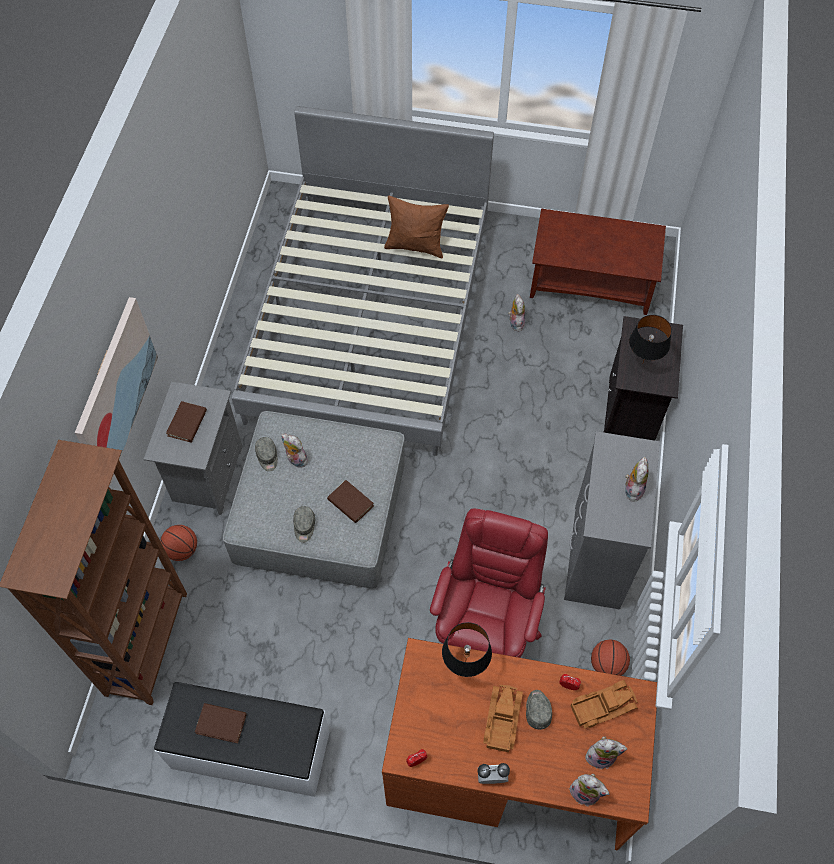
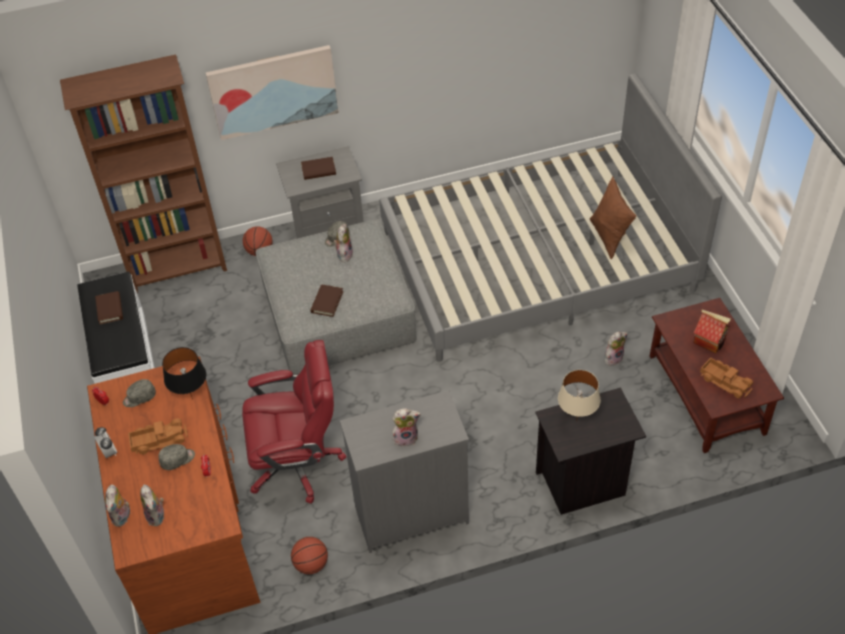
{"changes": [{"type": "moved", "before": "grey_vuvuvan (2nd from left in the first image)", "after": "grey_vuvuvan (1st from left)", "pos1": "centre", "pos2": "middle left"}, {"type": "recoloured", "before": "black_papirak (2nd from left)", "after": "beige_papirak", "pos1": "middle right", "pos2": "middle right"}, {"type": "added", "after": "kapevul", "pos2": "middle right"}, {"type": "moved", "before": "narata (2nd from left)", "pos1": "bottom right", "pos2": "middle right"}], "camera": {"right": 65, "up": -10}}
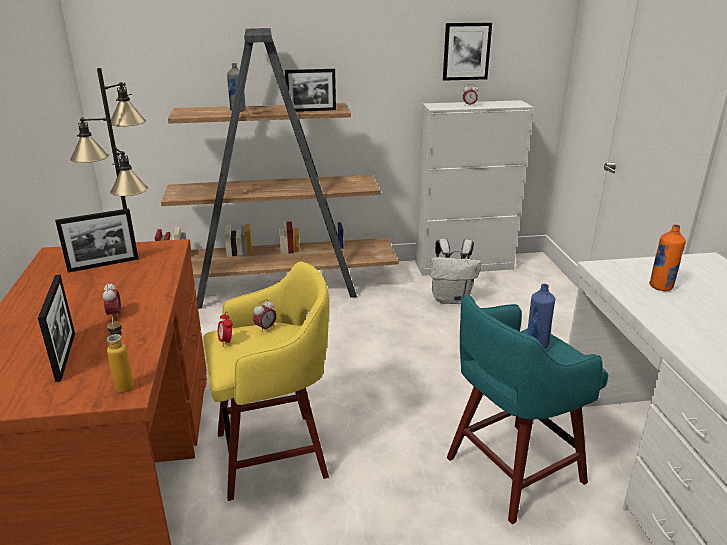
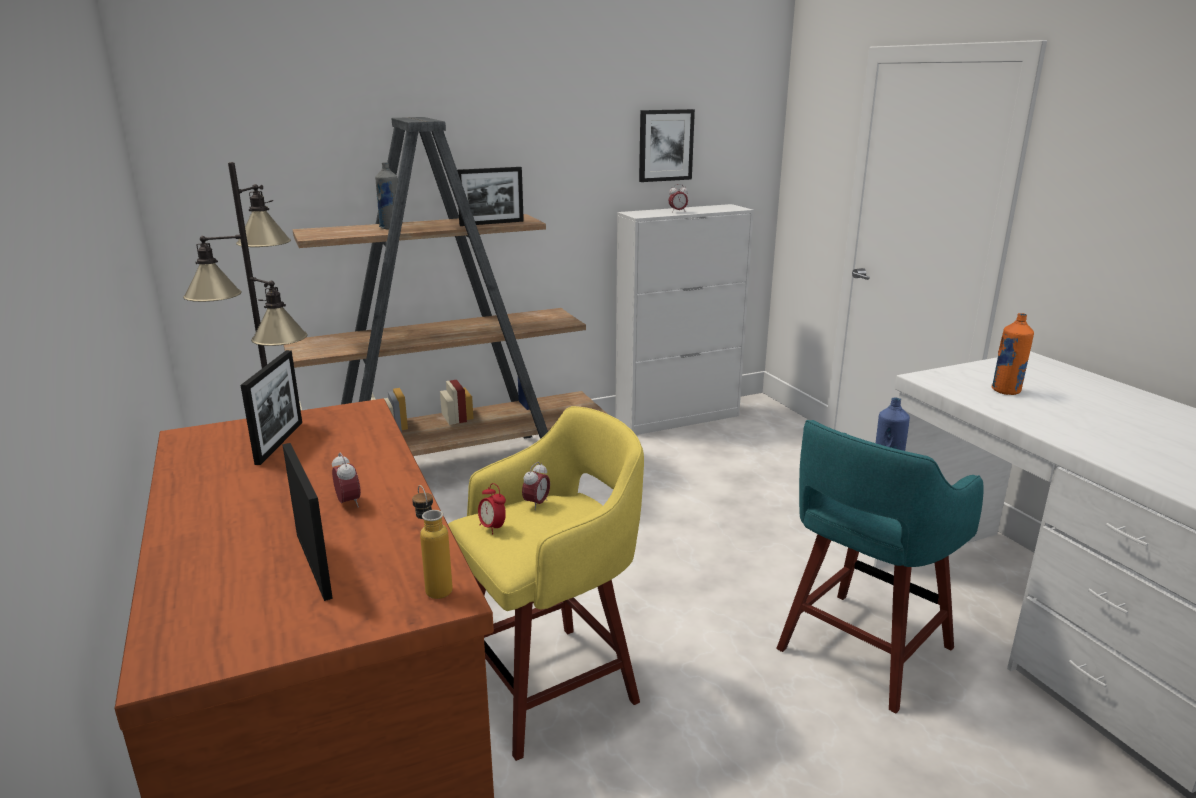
{"changes": [{"type": "turned", "before": "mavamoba (2nd from left in the first image)", "pos1": "middle left", "pos2": "middle left", "turn": -45}, {"type": "removed", "before": "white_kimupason", "pos1": "centre"}], "camera": {"right": -15, "up": -5}}
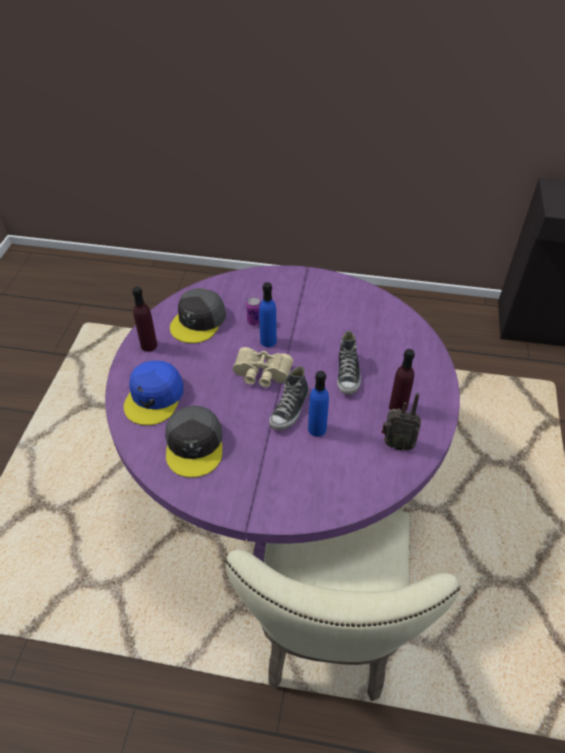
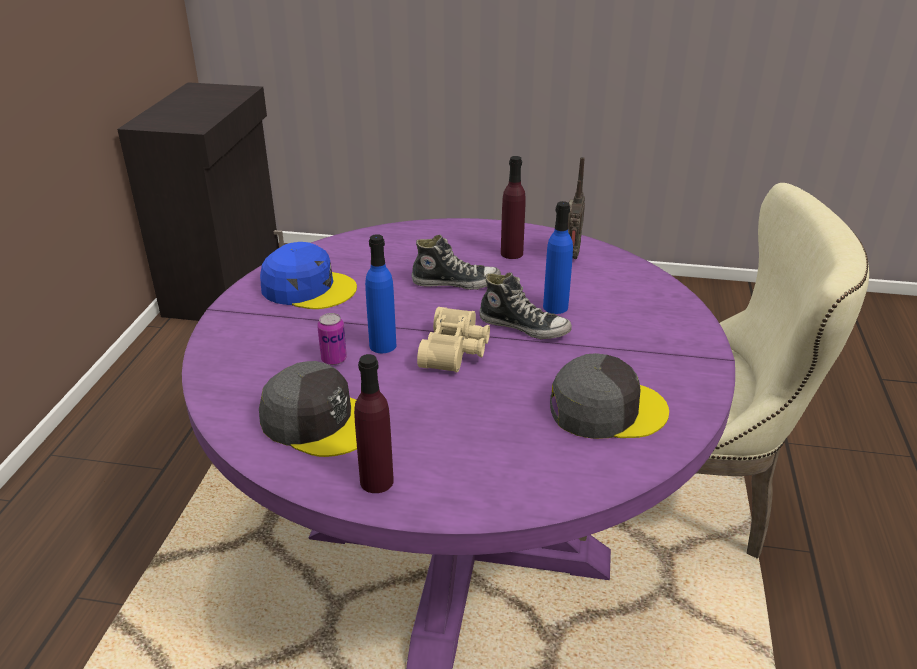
{"changes": [{"type": "moved", "before": "blue_vuvuvan", "pos1": "middle left", "pos2": "centre"}], "camera": {"right": -90, "up": -15}}
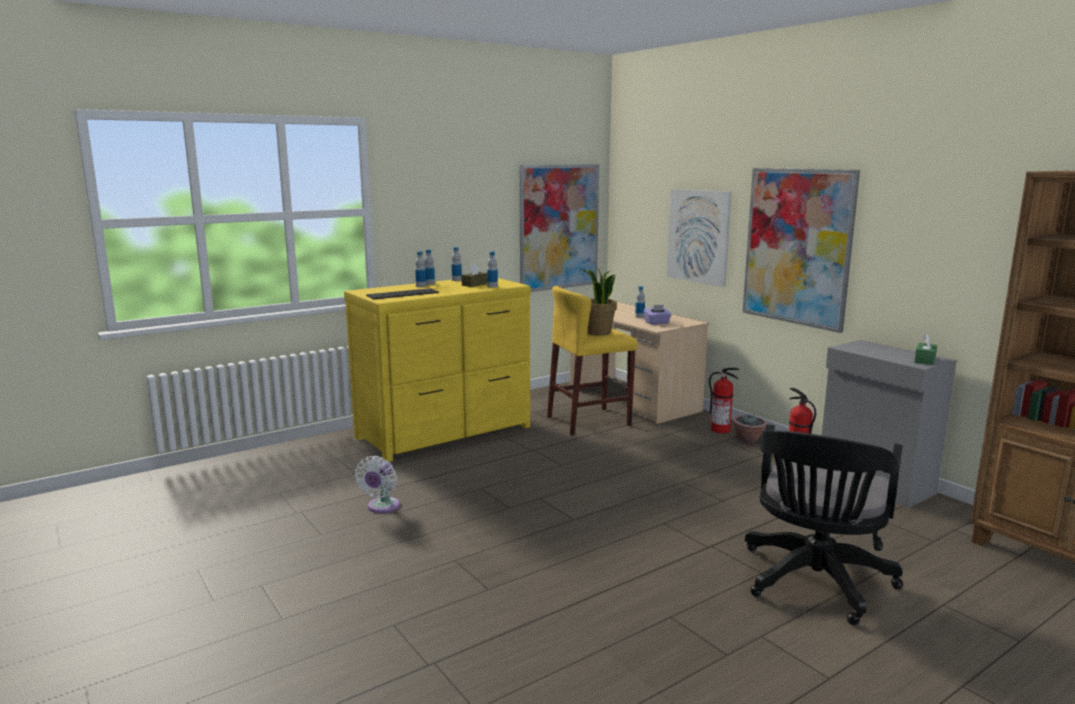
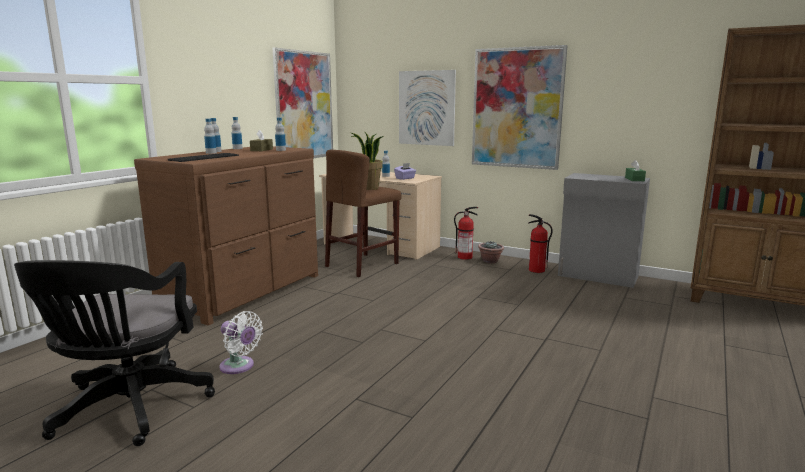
{"changes": [{"type": "moved", "before": "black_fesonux", "pos1": "bottom right", "pos2": "bottom left"}, {"type": "recoloured", "before": "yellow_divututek", "after": "brown_divututek", "pos1": "centre", "pos2": "middle left"}, {"type": "turned", "before": "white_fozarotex", "pos1": "bottom centre", "pos2": "bottom left", "turn": -45}, {"type": "recoloured", "before": "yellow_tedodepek", "after": "brown_tedodepek", "pos1": "centre", "pos2": "centre"}], "camera": {"right": -25, "up": 0}}
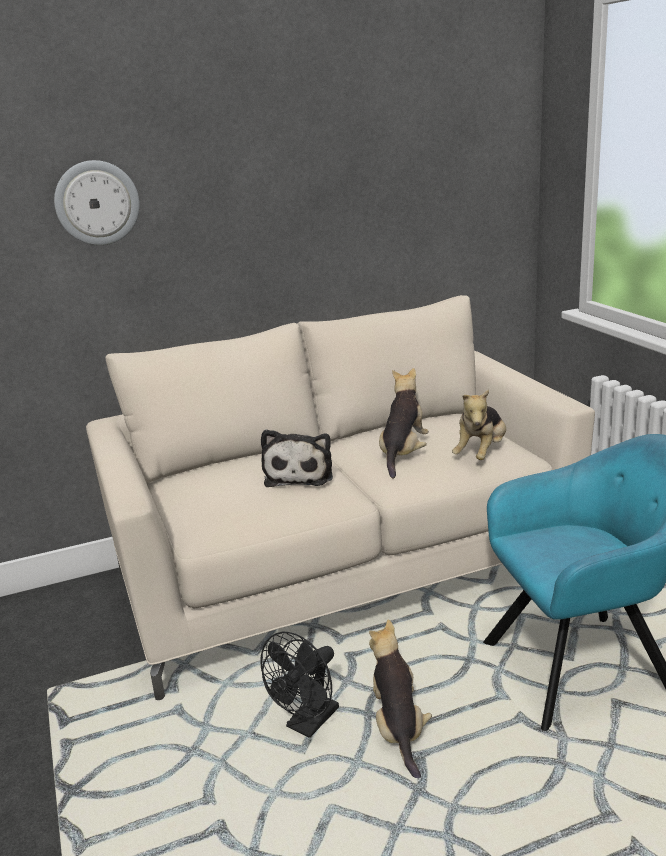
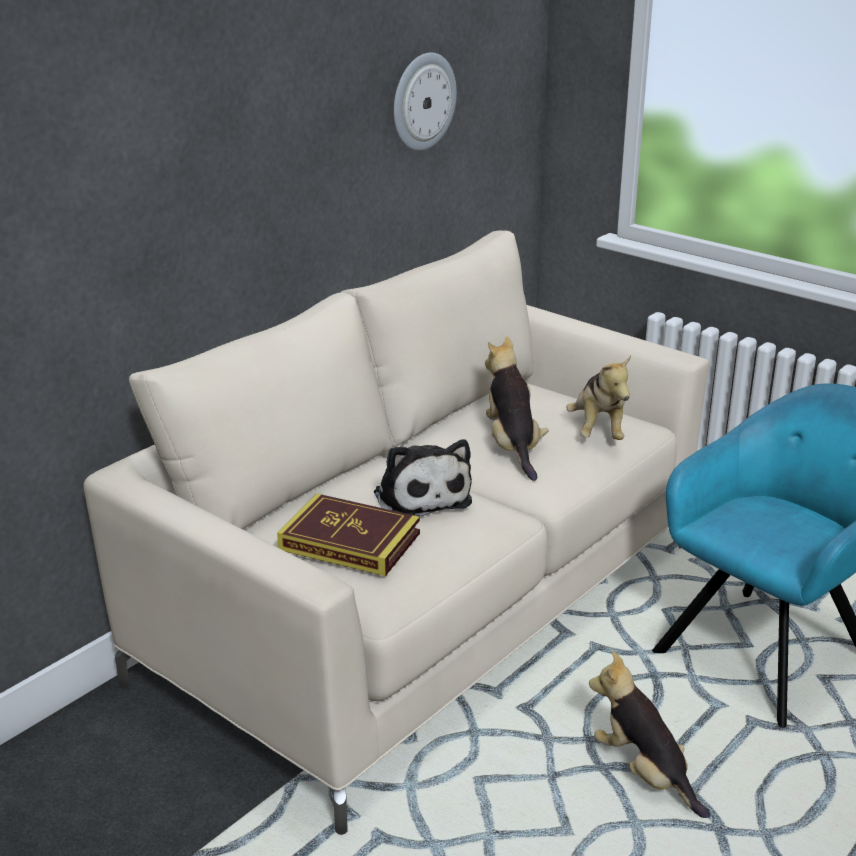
{"changes": [{"type": "added", "after": "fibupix", "pos2": "centre"}, {"type": "moved", "before": "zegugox", "pos1": "top left", "pos2": "top centre"}, {"type": "removed", "before": "black_fozarotex", "pos1": "bottom centre"}], "camera": {"right": -30, "up": 5}}
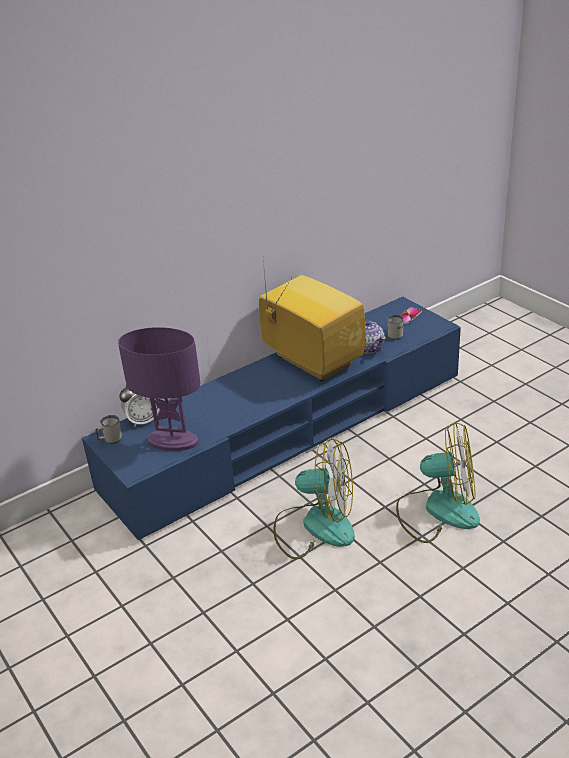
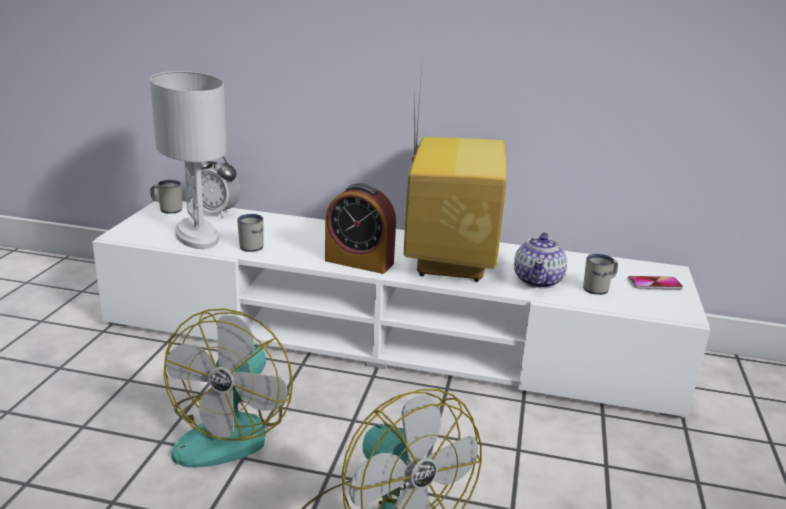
{"changes": [{"type": "recoloured", "before": "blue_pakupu", "after": "white_pakupu", "pos1": "centre", "pos2": "centre"}, {"type": "recoloured", "before": "purple_papirak", "after": "white_papirak", "pos1": "middle left", "pos2": "top left"}, {"type": "turned", "before": "fozarotex (1st from left)", "pos1": "centre", "pos2": "bottom left", "turn": 45}, {"type": "added", "after": "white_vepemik (2nd from left)", "pos2": "middle left"}, {"type": "added", "after": "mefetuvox (2nd from left)", "pos2": "centre"}], "camera": {"right": 45, "up": -10}}
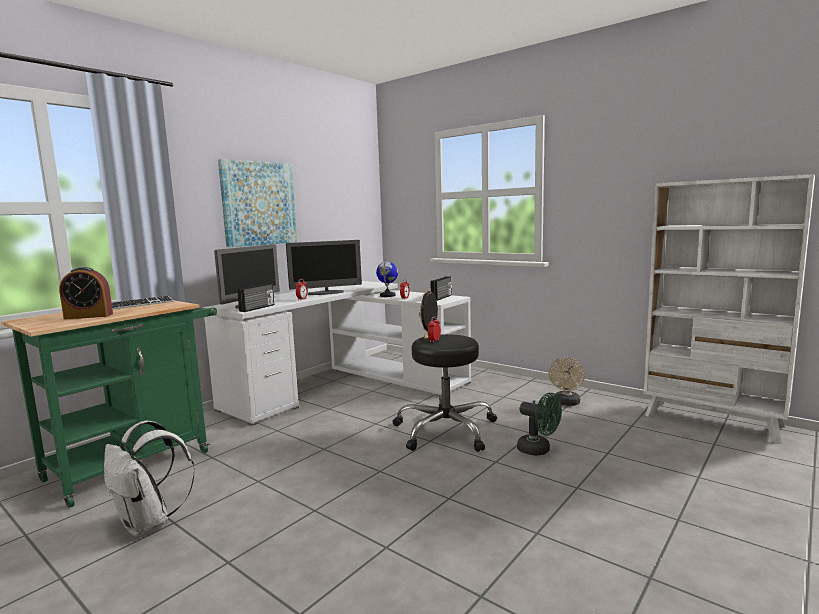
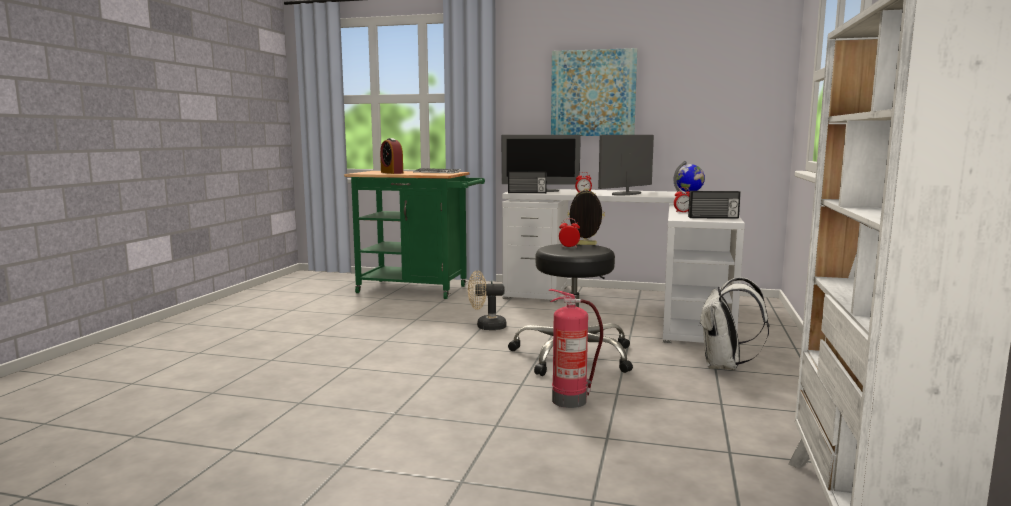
{"changes": [{"type": "moved", "before": "beige_fozarotex", "pos1": "middle right", "pos2": "centre"}, {"type": "replaced", "before": "green_fozarotex", "after": "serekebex", "pos1": "bottom centre", "pos2": "bottom centre"}, {"type": "turned", "before": "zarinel (2nd from left)", "pos1": "centre", "pos2": "top centre", "turn": 90}, {"type": "moved", "before": "white_kimupason", "pos1": "bottom left", "pos2": "middle right"}], "camera": {"right": 65, "up": 0}}
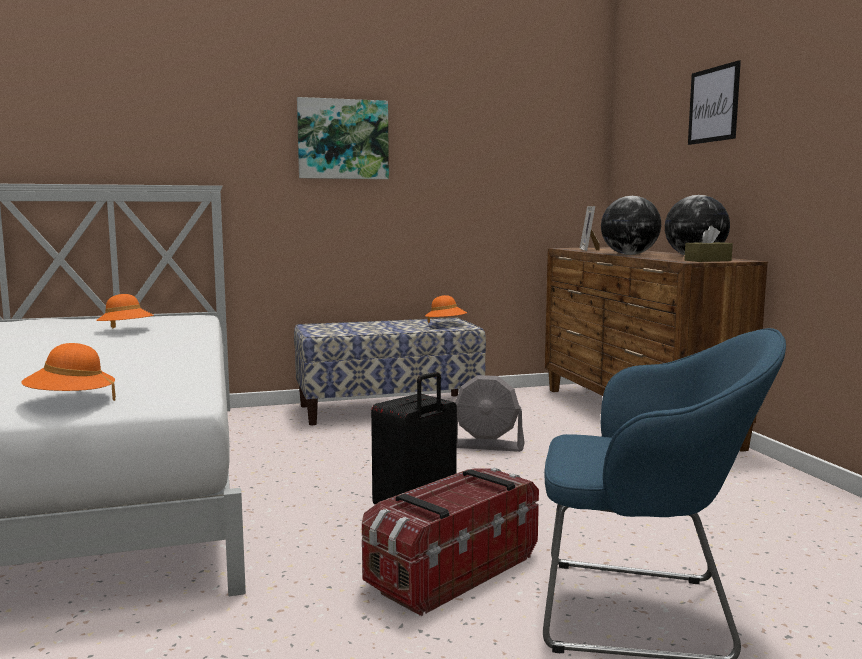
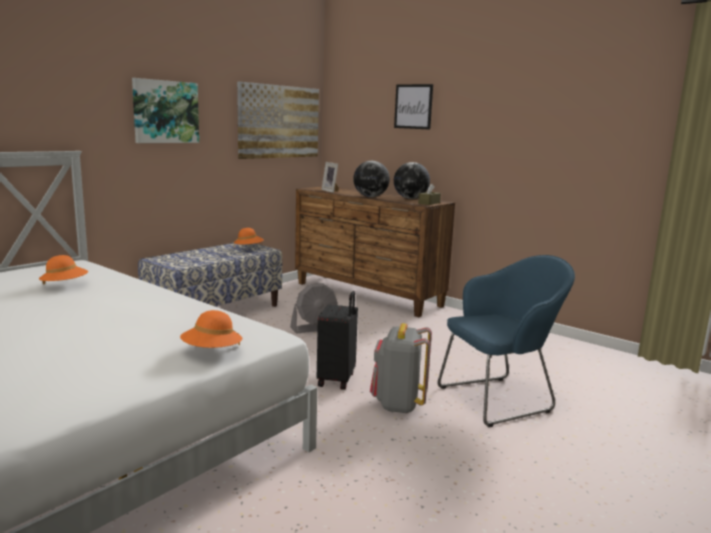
{"changes": [{"type": "added", "after": "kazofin (2nd from left)", "pos2": "top centre"}, {"type": "replaced", "before": "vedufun", "after": "grey_kimupason", "pos1": "bottom centre", "pos2": "bottom centre"}], "camera": {"right": -35, "up": 5}}
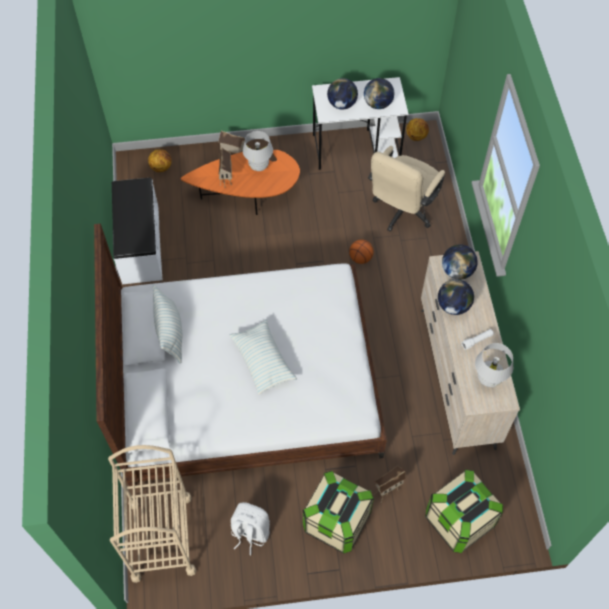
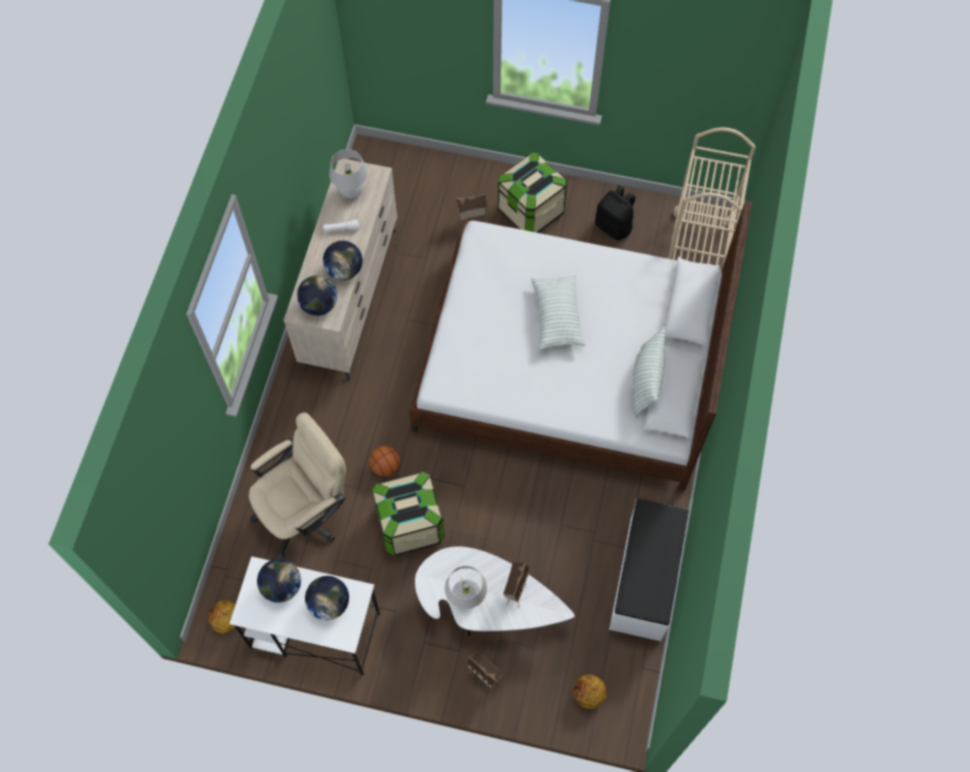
{"changes": [{"type": "moved", "before": "vedufun (2nd from left in the first image)", "after": "vedufun (1st from left)", "pos1": "bottom right", "pos2": "centre"}, {"type": "recoloured", "before": "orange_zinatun", "after": "white_zinatun", "pos1": "top centre", "pos2": "bottom centre"}, {"type": "recoloured", "before": "white_kimupason", "after": "black_kimupason", "pos1": "bottom centre", "pos2": "top centre"}], "camera": {"right": -160, "up": 5}}
